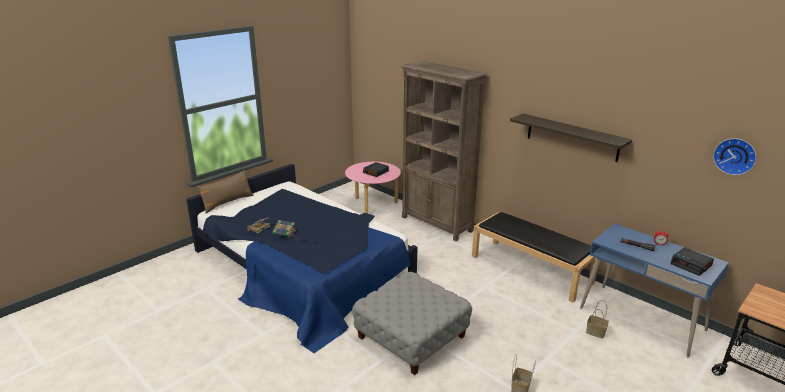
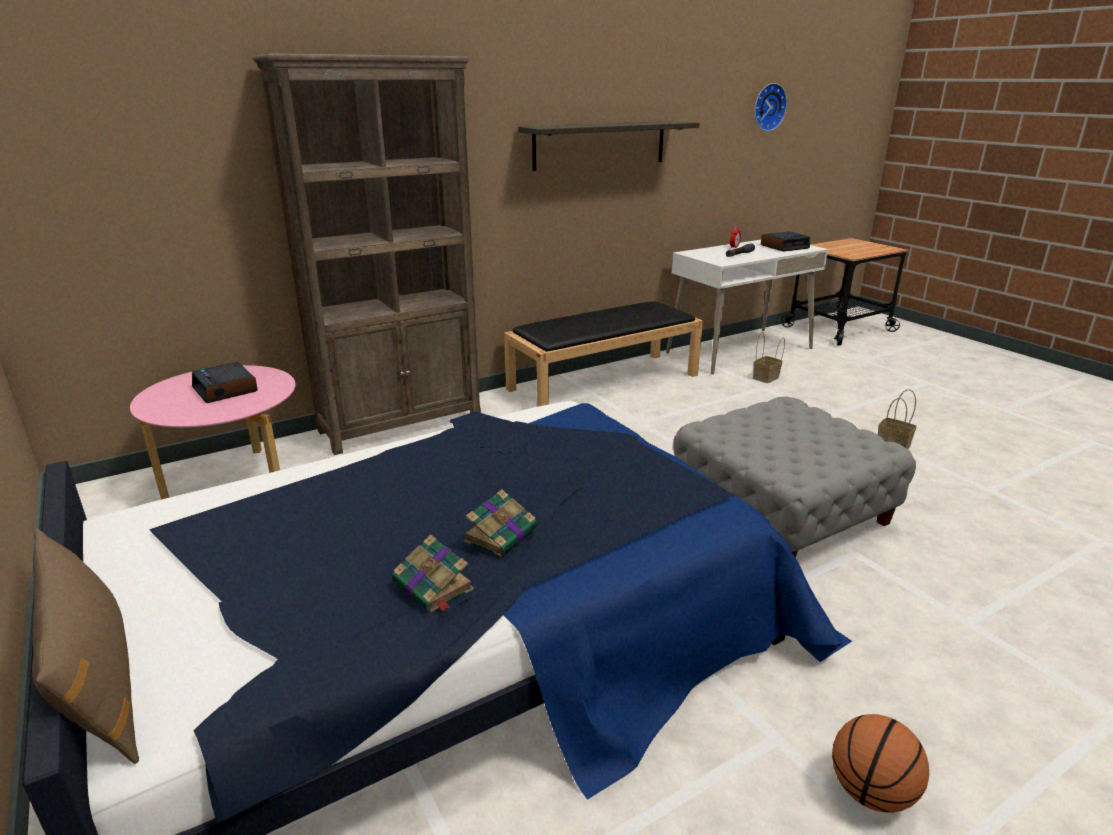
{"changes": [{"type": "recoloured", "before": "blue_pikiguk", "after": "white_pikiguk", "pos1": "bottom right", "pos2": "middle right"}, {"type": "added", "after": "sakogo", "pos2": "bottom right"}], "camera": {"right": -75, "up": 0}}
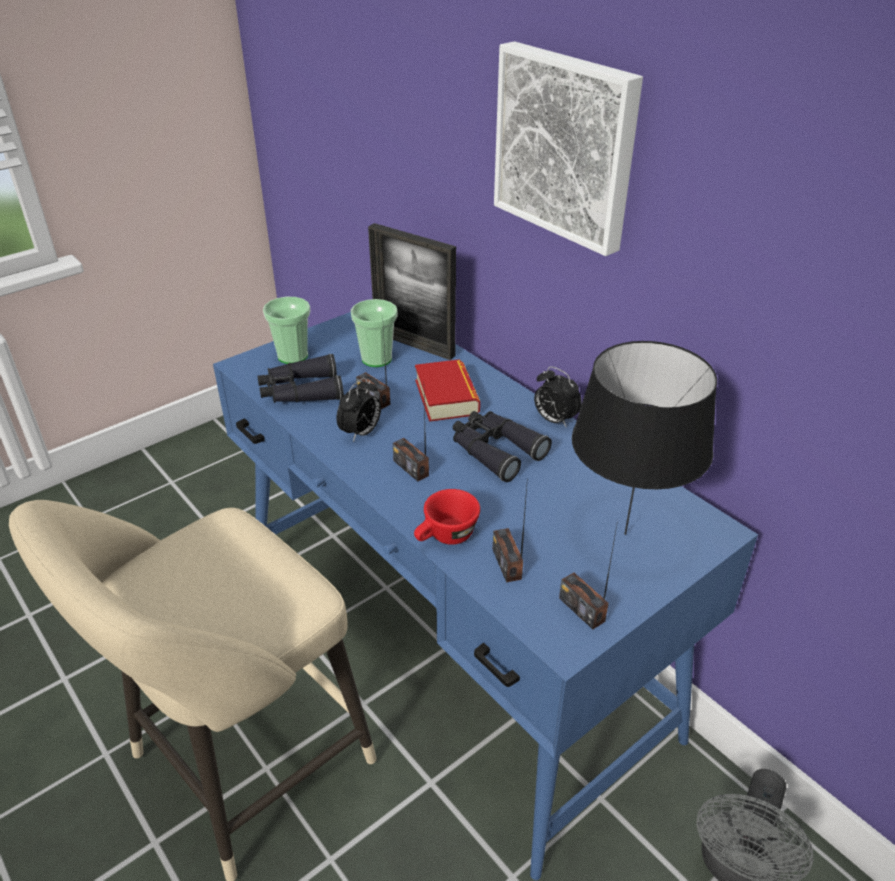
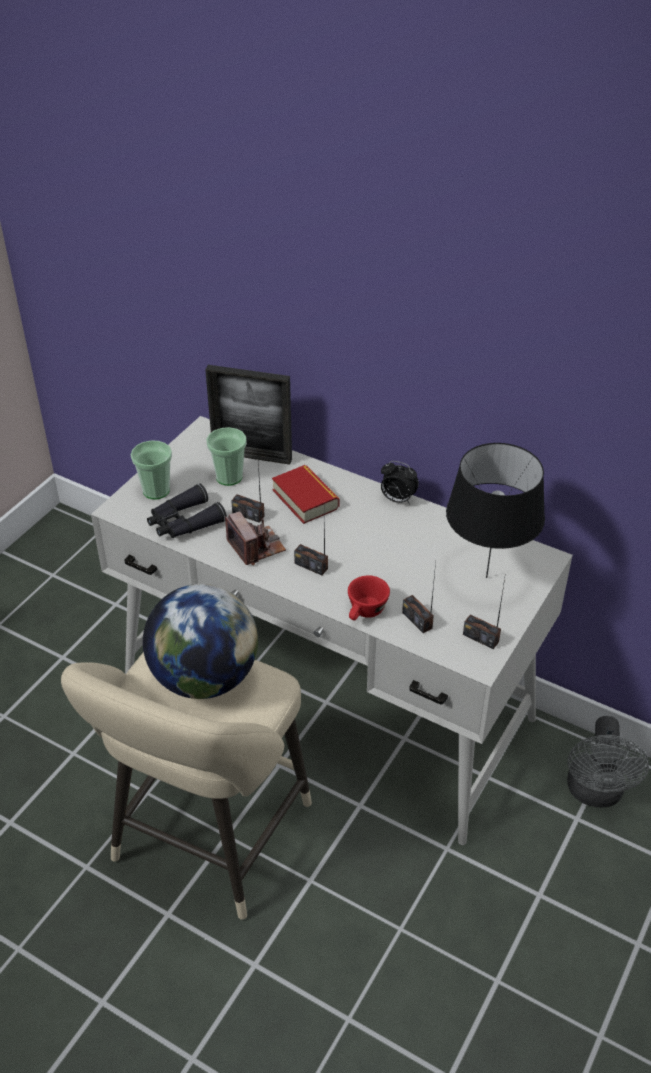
{"changes": [{"type": "recoloured", "before": "blue_pikiguk", "after": "white_pikiguk", "pos1": "bottom centre", "pos2": "centre"}, {"type": "added", "after": "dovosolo", "pos2": "middle left"}, {"type": "replaced", "before": "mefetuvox (1st from left)", "after": "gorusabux", "pos1": "centre", "pos2": "centre"}, {"type": "removed", "before": "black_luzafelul (2nd from left)", "pos1": "centre"}, {"type": "removed", "before": "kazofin", "pos1": "top centre"}], "camera": {"right": -20, "up": 5}}
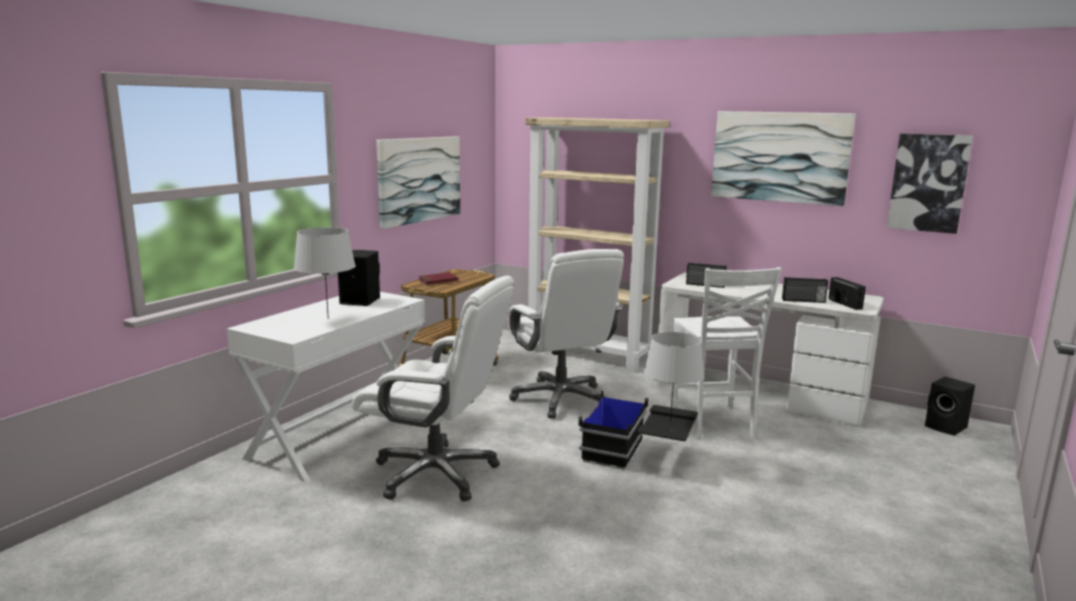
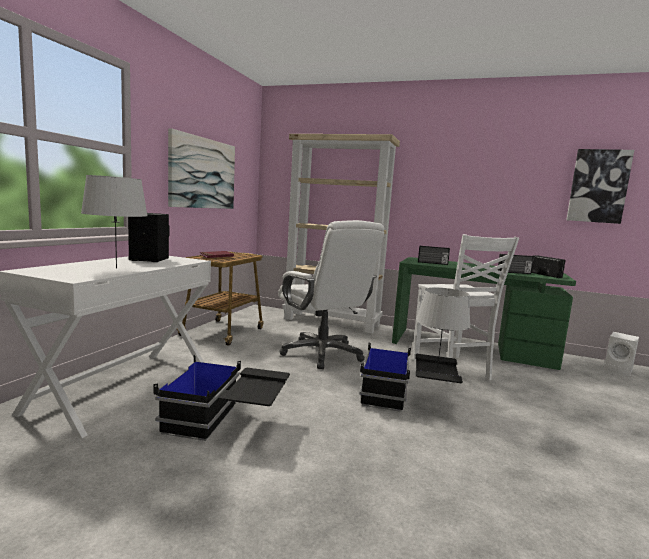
{"changes": [{"type": "replaced", "before": "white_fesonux (1st from left)", "after": "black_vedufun (1st from left)", "pos1": "centre", "pos2": "bottom centre"}, {"type": "recoloured", "before": "white_pikiguk (2nd from left)", "after": "green_pikiguk", "pos1": "middle right", "pos2": "middle right"}, {"type": "recoloured", "before": "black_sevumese (2nd from left)", "after": "white_sevumese", "pos1": "bottom right", "pos2": "middle right"}, {"type": "removed", "before": "kazofin (2nd from left)", "pos1": "top right"}], "camera": {"right": -10, "up": -5}}
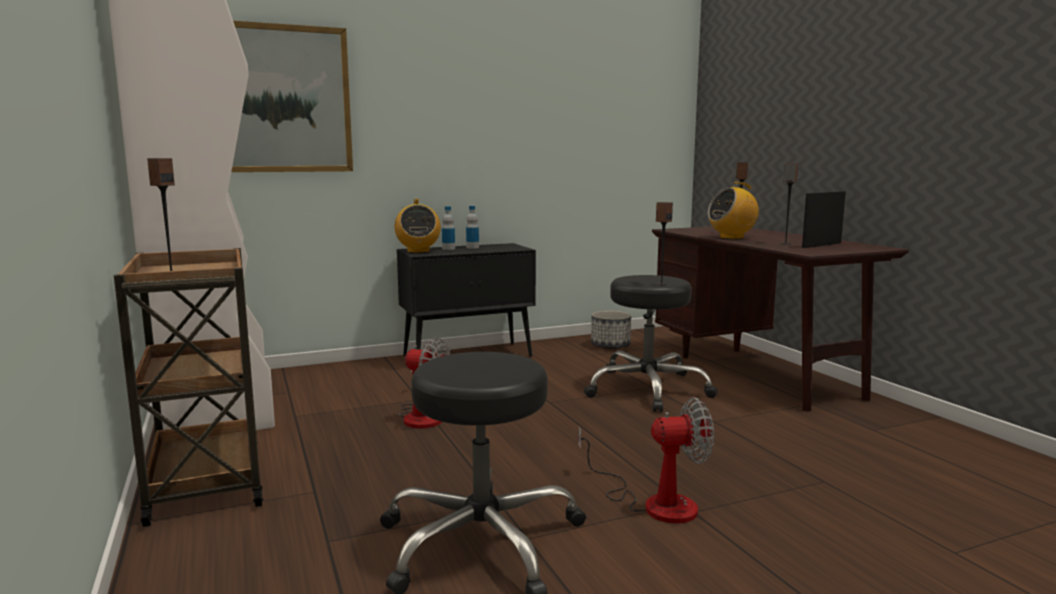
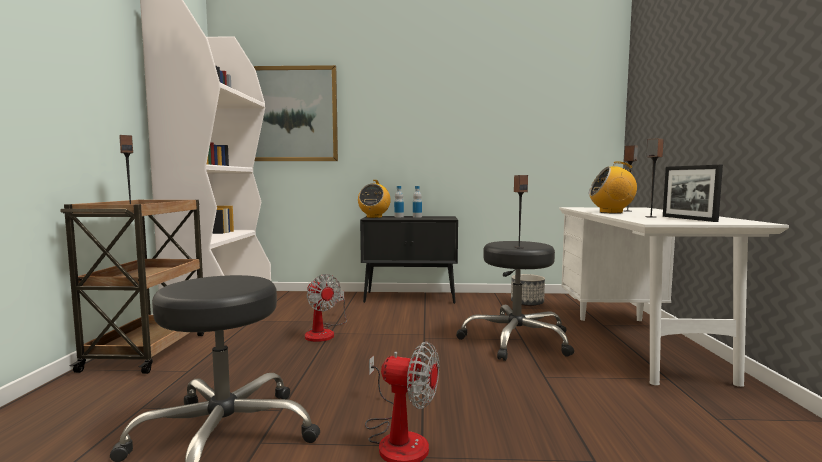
{"changes": [{"type": "recoloured", "before": "brown_pikiguk", "after": "white_pikiguk", "pos1": "middle right", "pos2": "middle right"}, {"type": "turned", "before": "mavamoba", "pos1": "middle right", "pos2": "middle right", "turn": -90}], "camera": {"right": 25, "up": -5}}
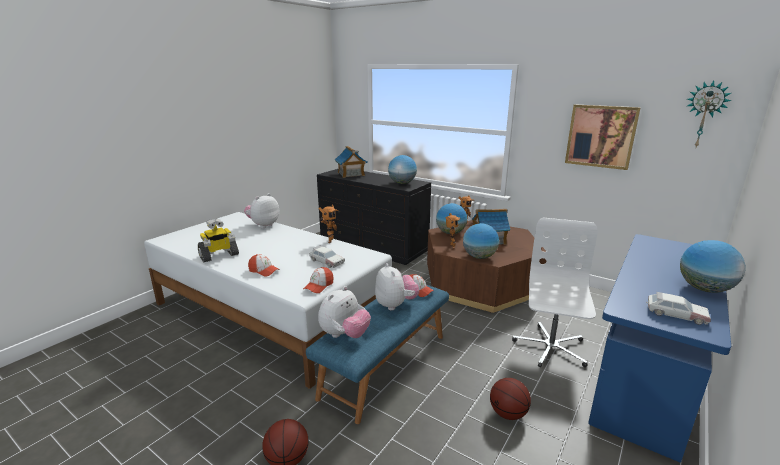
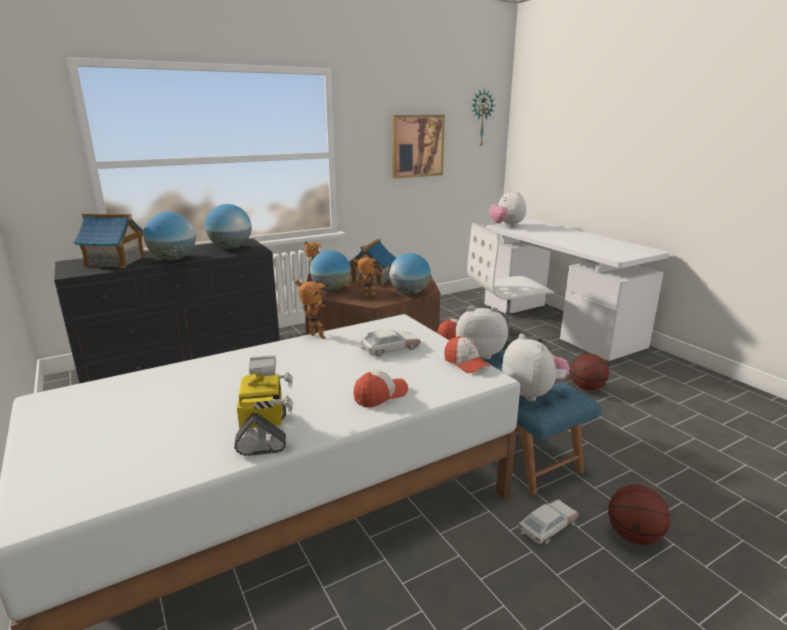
{"changes": [{"type": "moved", "before": "dovosolo (4th from left in the first image)", "after": "dovosolo (1st from left)", "pos1": "middle right", "pos2": "middle left"}, {"type": "turned", "before": "white_fesonux", "pos1": "middle right", "pos2": "centre", "turn": -60}, {"type": "recoloured", "before": "blue_pikiguk", "after": "white_pikiguk", "pos1": "bottom right", "pos2": "middle right"}, {"type": "moved", "before": "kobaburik (1st from left in the first image)", "after": "kobaburik (2nd from left)", "pos1": "centre", "pos2": "top centre"}, {"type": "moved", "before": "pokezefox (2nd from left)", "pos1": "middle right", "pos2": "bottom right"}], "camera": {"right": -65, "up": 0}}
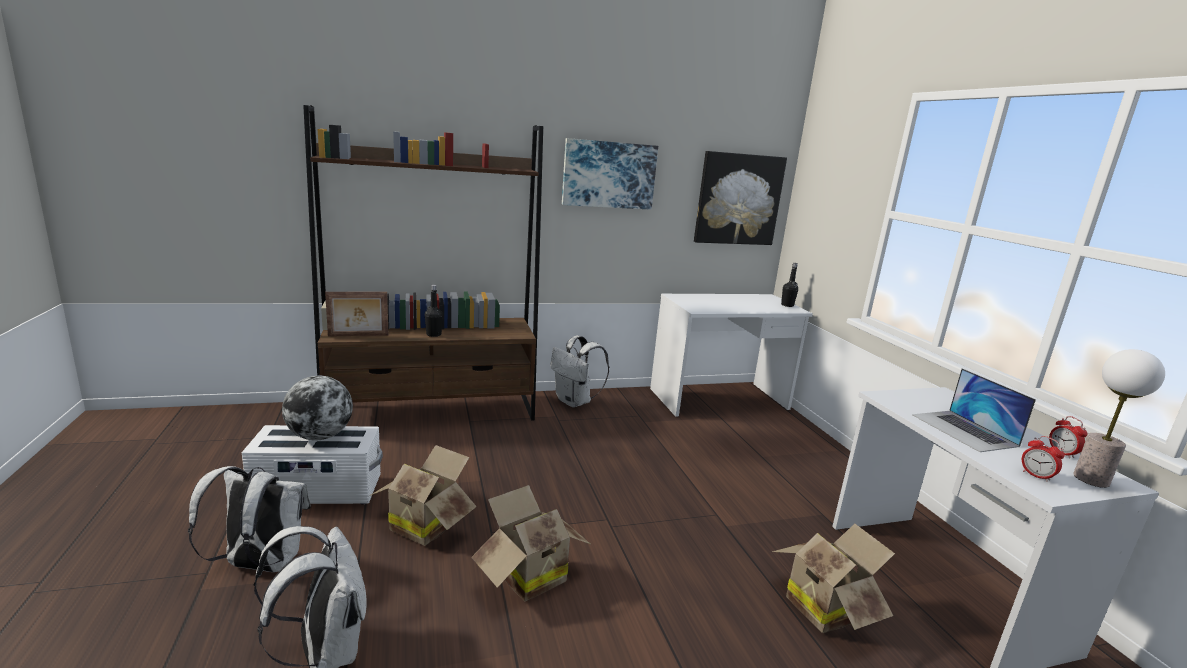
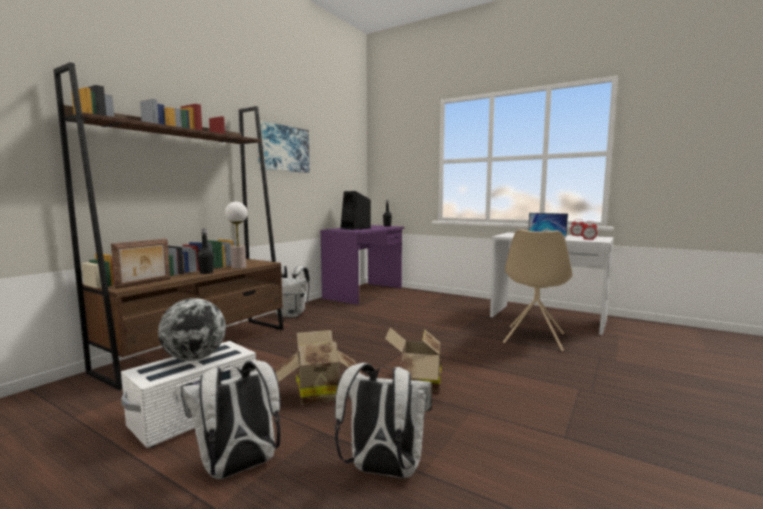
{"changes": [{"type": "moved", "before": "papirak", "pos1": "middle right", "pos2": "middle left"}, {"type": "recoloured", "before": "white_pikiguk (1st from left)", "after": "purple_pikiguk", "pos1": "centre", "pos2": "centre"}, {"type": "added", "after": "black_sevumese", "pos2": "centre"}, {"type": "replaced", "before": "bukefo (3rd from left)", "after": "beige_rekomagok", "pos1": "bottom right", "pos2": "middle right"}, {"type": "removed", "before": "kazofin (2nd from left)", "pos1": "top centre"}], "camera": {"right": -40, "up": -10}}
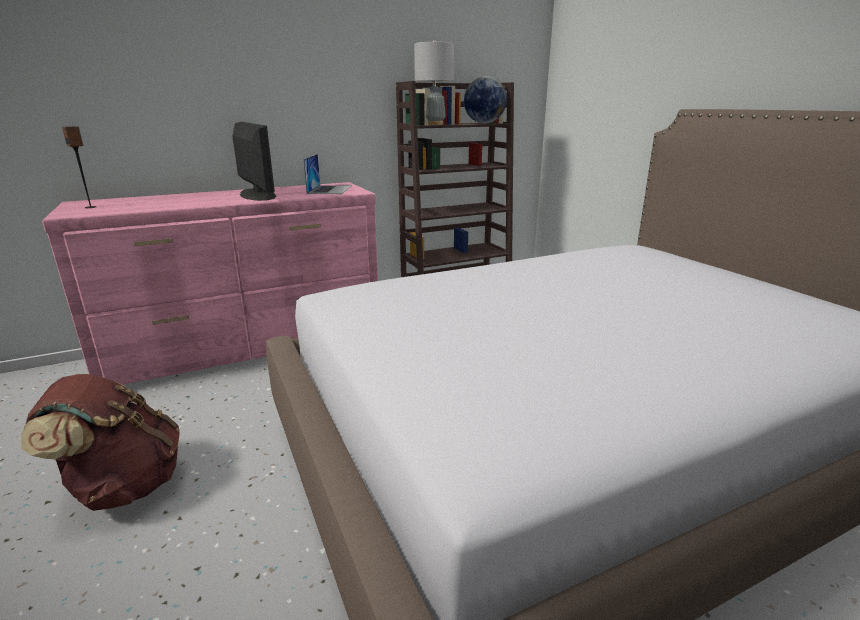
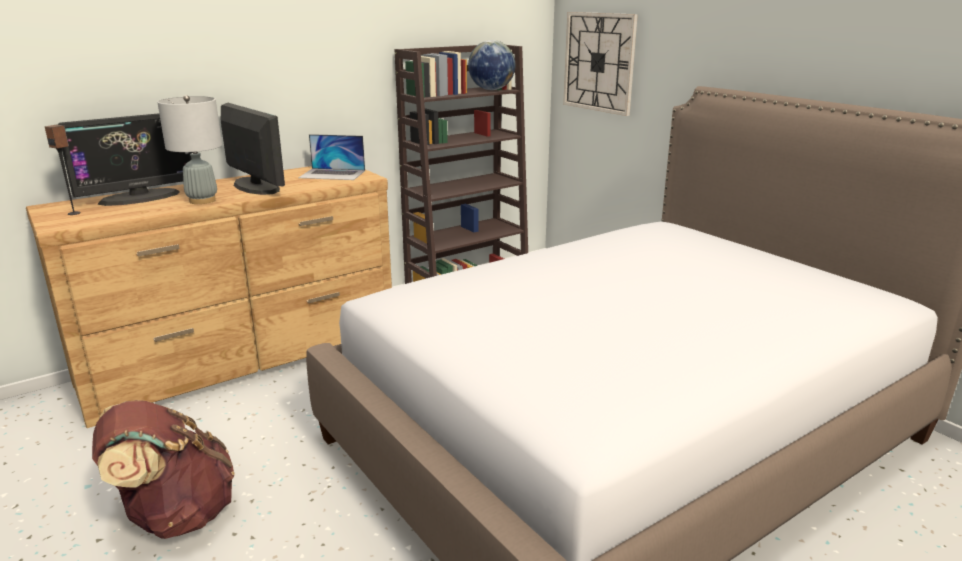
{"changes": [{"type": "recoloured", "before": "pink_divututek", "after": "brown_divututek", "pos1": "middle left", "pos2": "middle left"}, {"type": "added", "after": "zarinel (1st from left)", "pos2": "top left"}, {"type": "moved", "before": "grey_papirak", "pos1": "top centre", "pos2": "top left"}, {"type": "turned", "before": "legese", "pos1": "top centre", "pos2": "top centre", "turn": 105}, {"type": "added", "after": "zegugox", "pos2": "top centre"}], "camera": {"right": -10, "up": 0}}
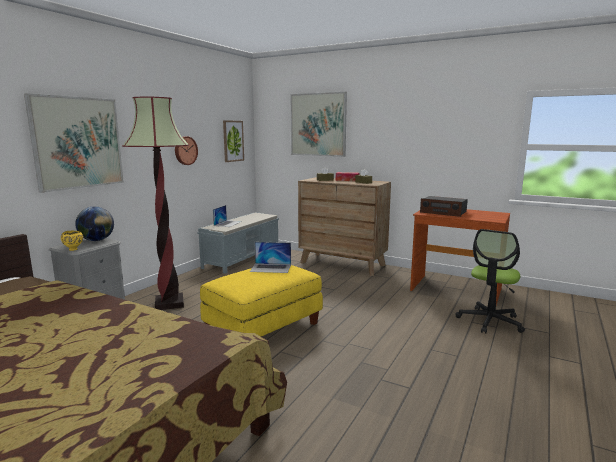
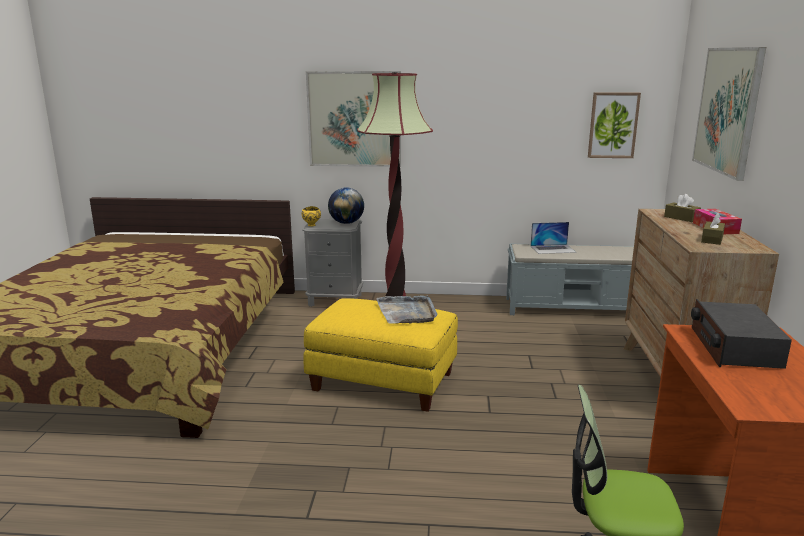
{"changes": [{"type": "replaced", "before": "legese (2nd from left)", "after": "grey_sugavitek", "pos1": "centre", "pos2": "centre"}, {"type": "removed", "before": "zegugox", "pos1": "top left"}], "camera": {"right": 65, "up": 5}}
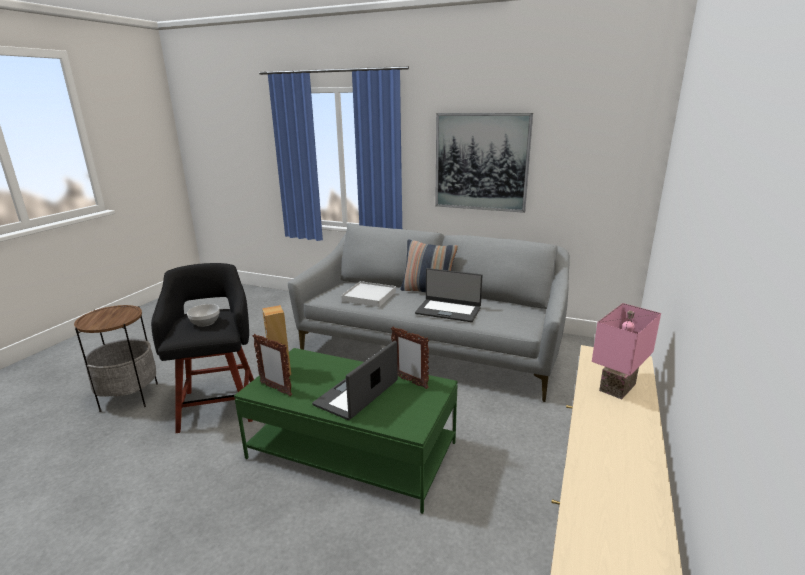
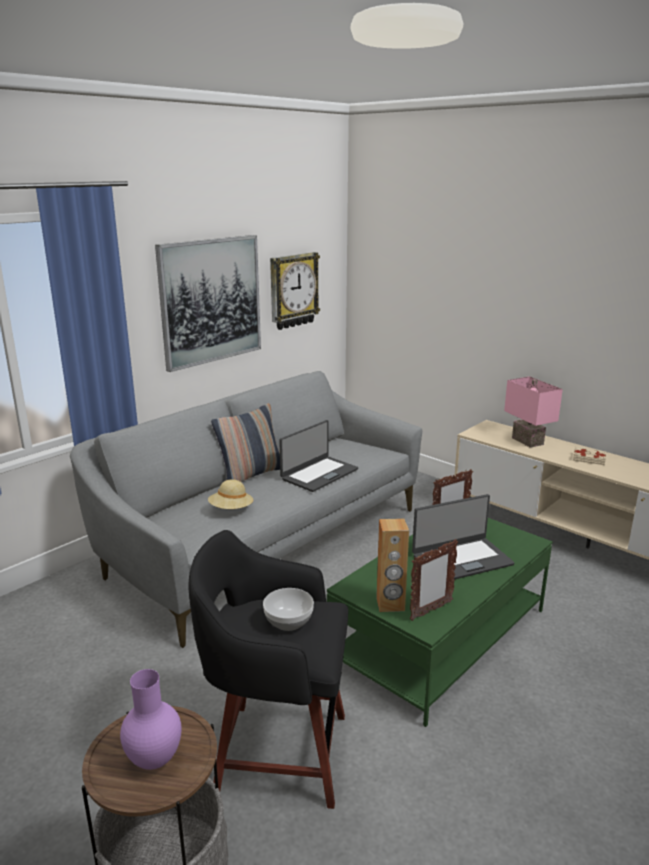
{"changes": [{"type": "added", "after": "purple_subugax", "pos2": "bottom left"}, {"type": "replaced", "before": "white_sugavitek", "after": "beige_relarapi", "pos1": "centre", "pos2": "centre"}, {"type": "added", "after": "zegugox", "pos2": "centre"}, {"type": "turned", "before": "legese (1st from left in the first image)", "pos1": "centre", "pos2": "middle right", "turn": -75}, {"type": "added", "after": "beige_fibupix", "pos2": "middle right"}], "camera": {"right": -70, "up": 0}}
